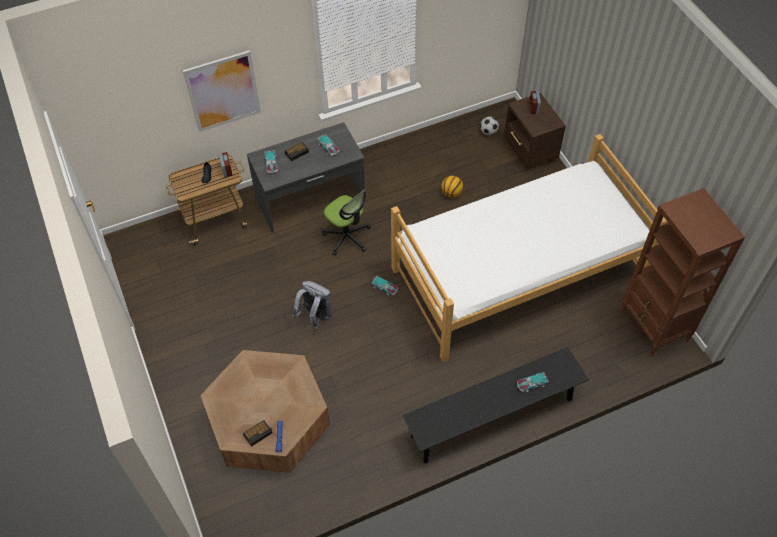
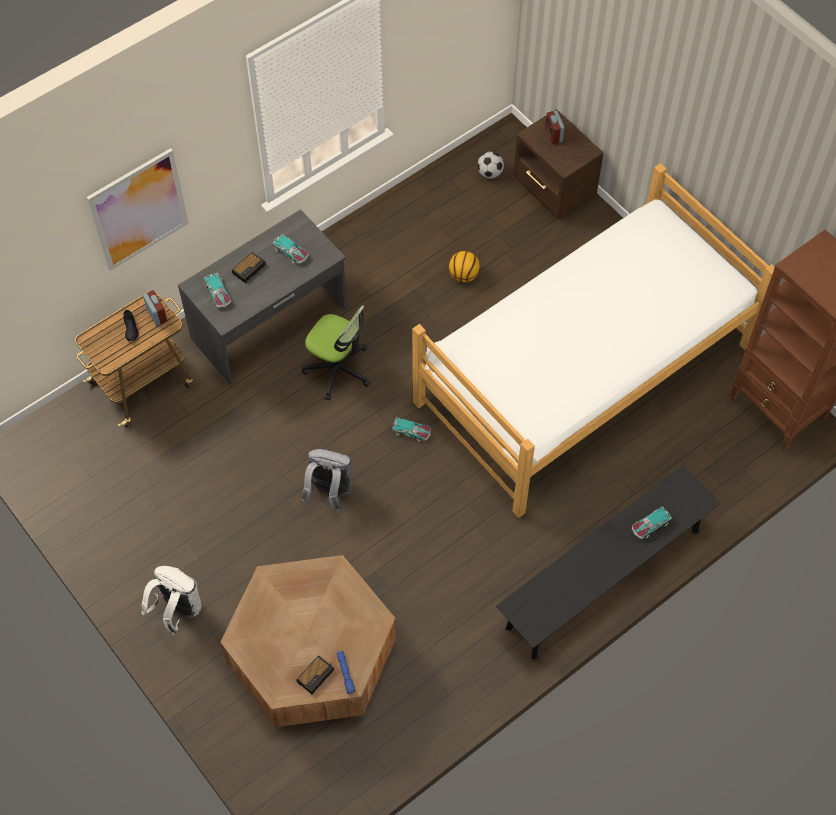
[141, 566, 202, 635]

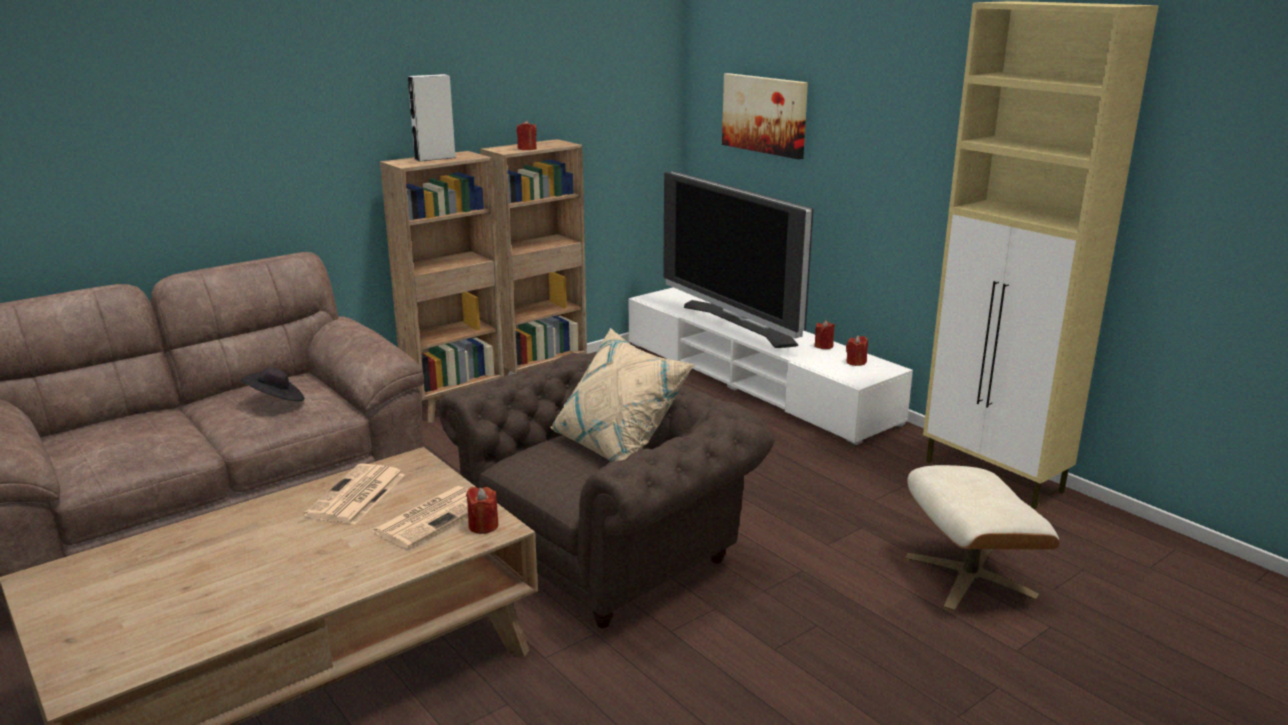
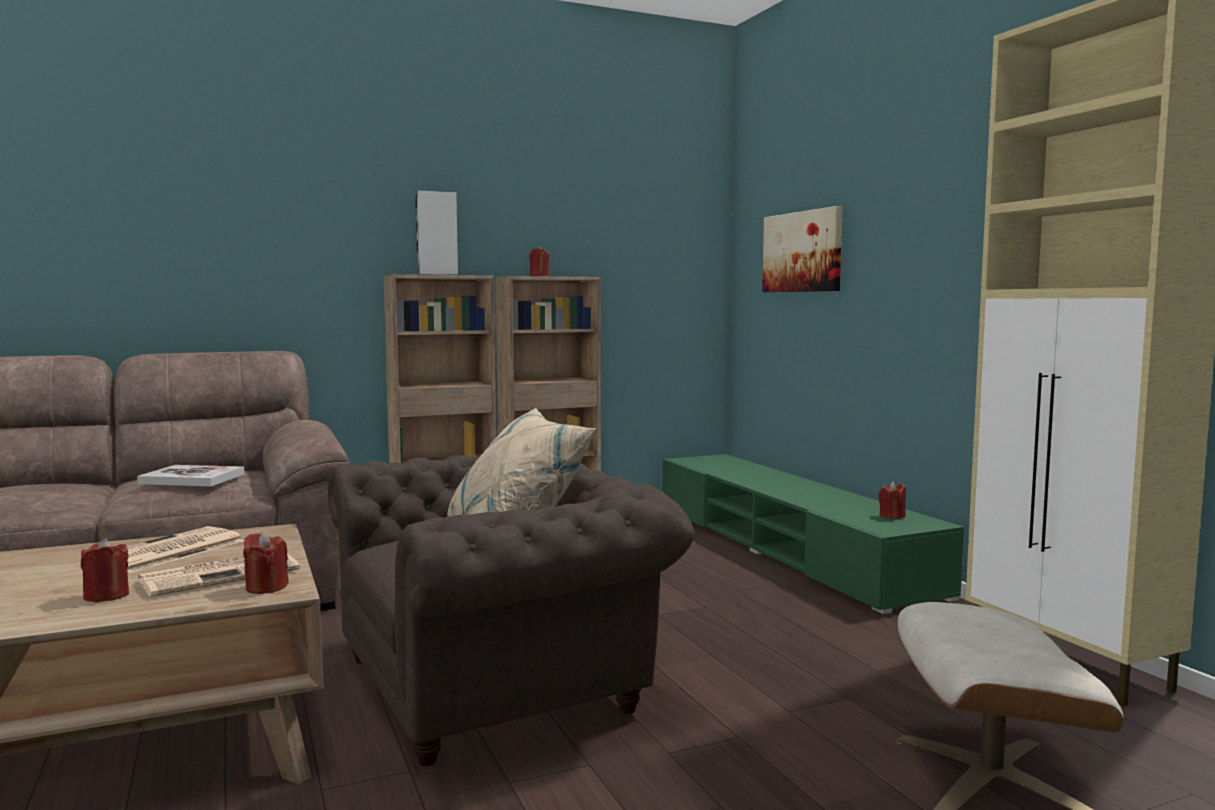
[663, 171, 814, 348] (first image)
[663, 454, 964, 614]
[81, 538, 129, 603]
[137, 465, 245, 486]

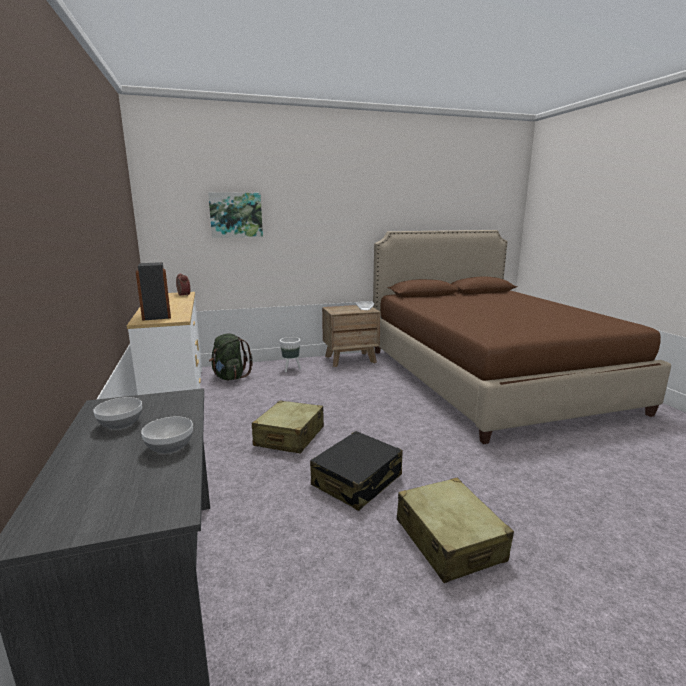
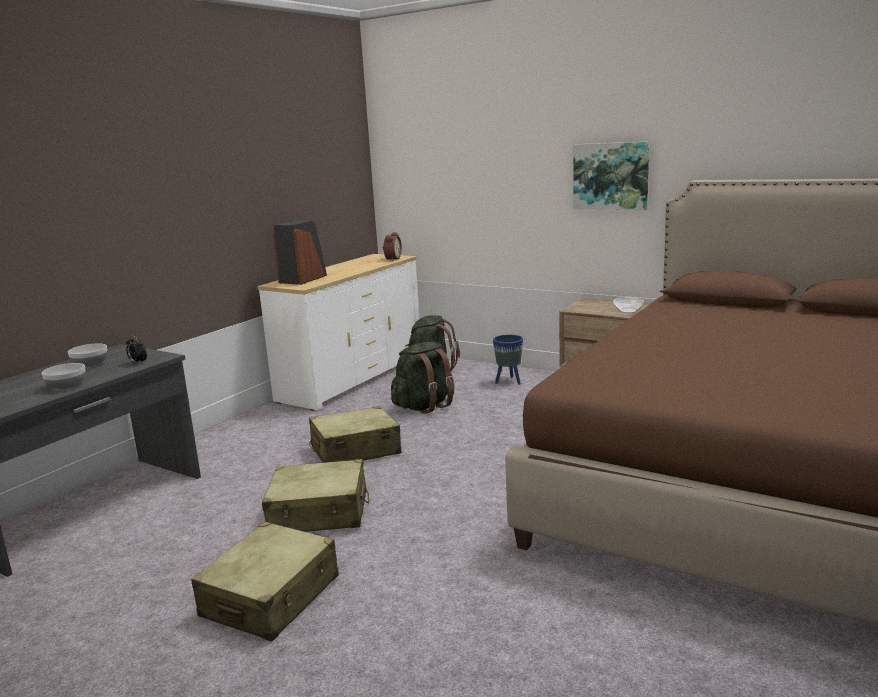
[573, 142, 649, 210]
[493, 335, 523, 385]
[262, 459, 369, 532]
[126, 335, 147, 363]
[391, 342, 454, 414]

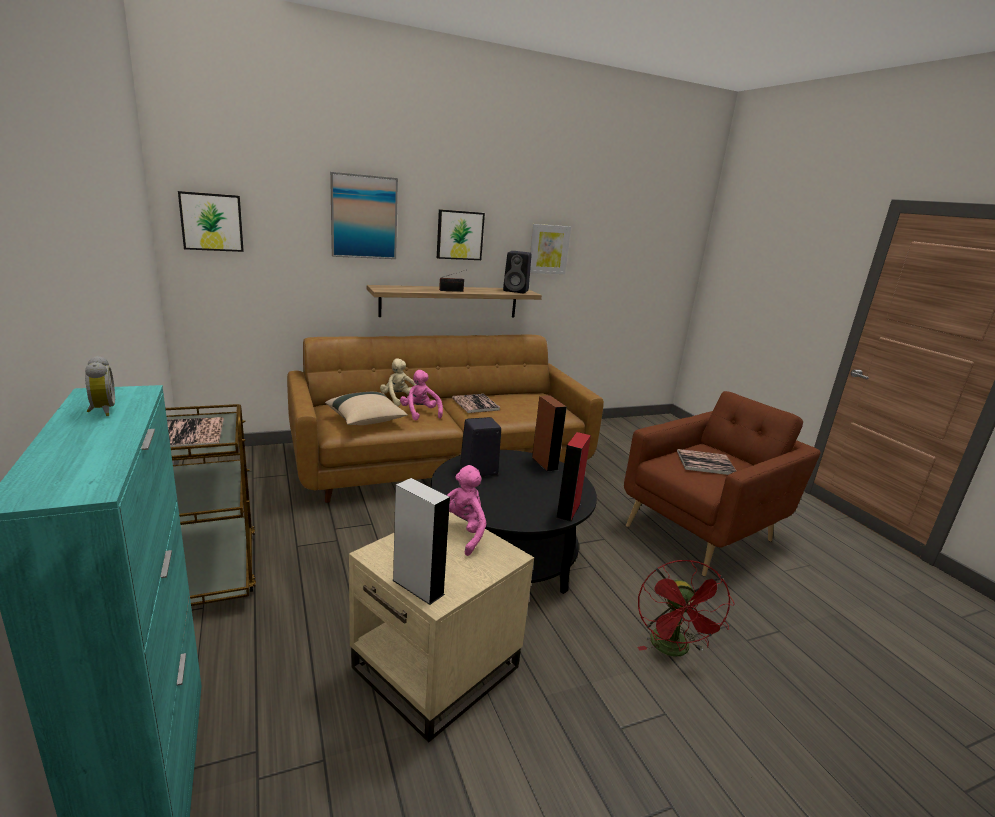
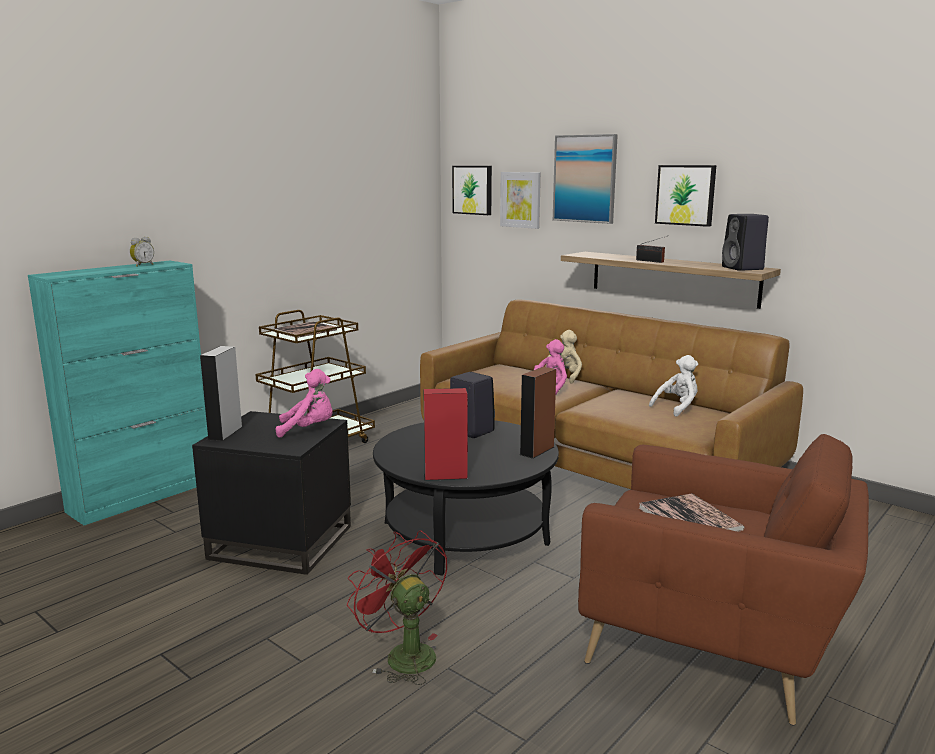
[500, 172, 541, 229]
[325, 392, 408, 425] (first image)
[452, 394, 500, 413] (first image)
[192, 411, 351, 575]
[347, 530, 447, 685]
[649, 355, 698, 417]

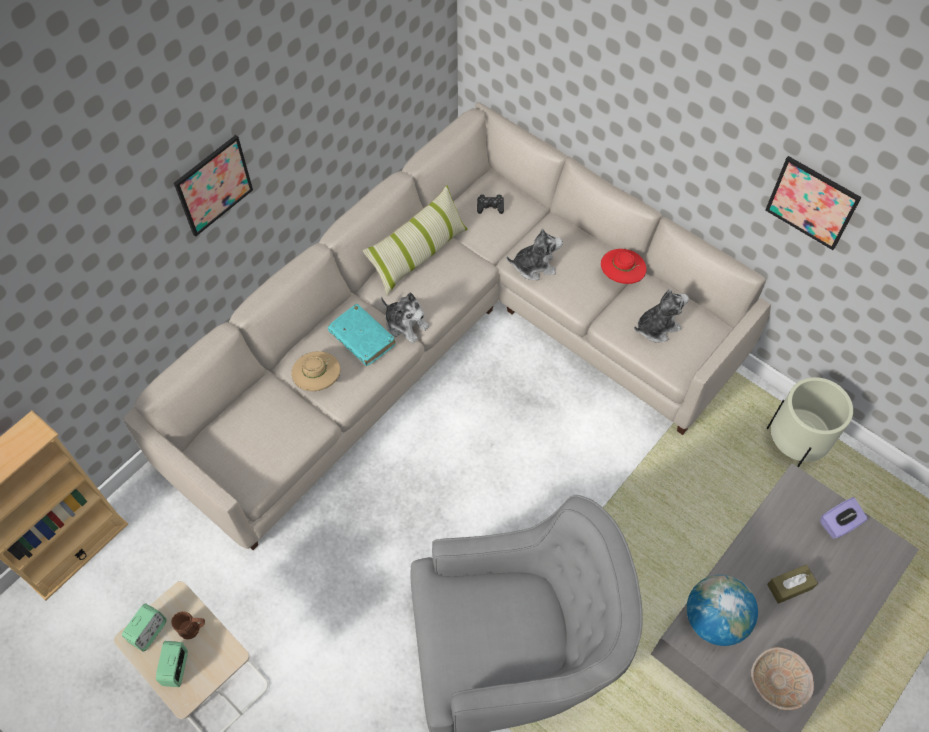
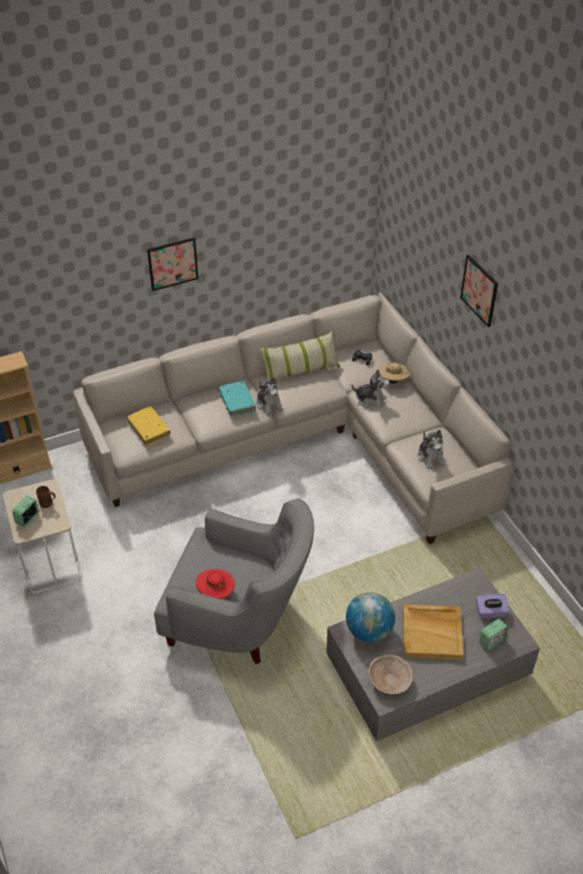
[460, 254, 498, 327]
[196, 569, 235, 599]
[417, 430, 445, 469]
[379, 362, 410, 383]
[766, 377, 853, 467] (first image)
[403, 604, 464, 660]
[479, 619, 508, 651]
[127, 407, 170, 446]

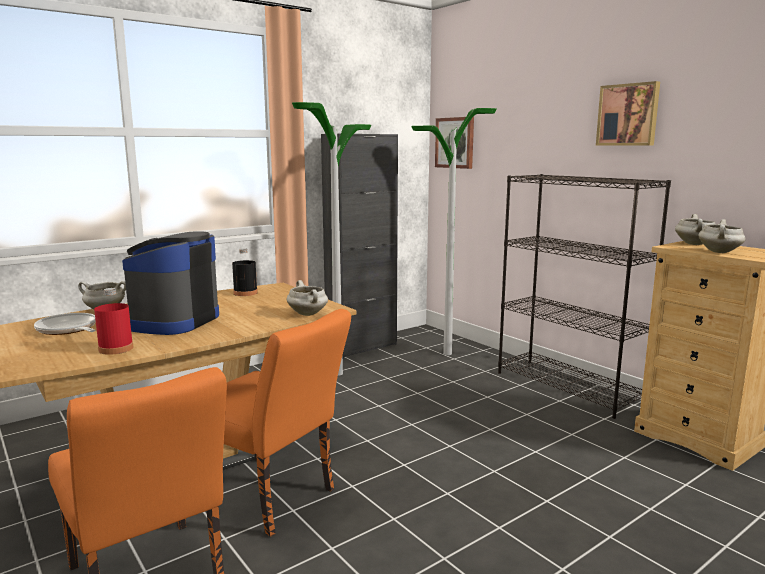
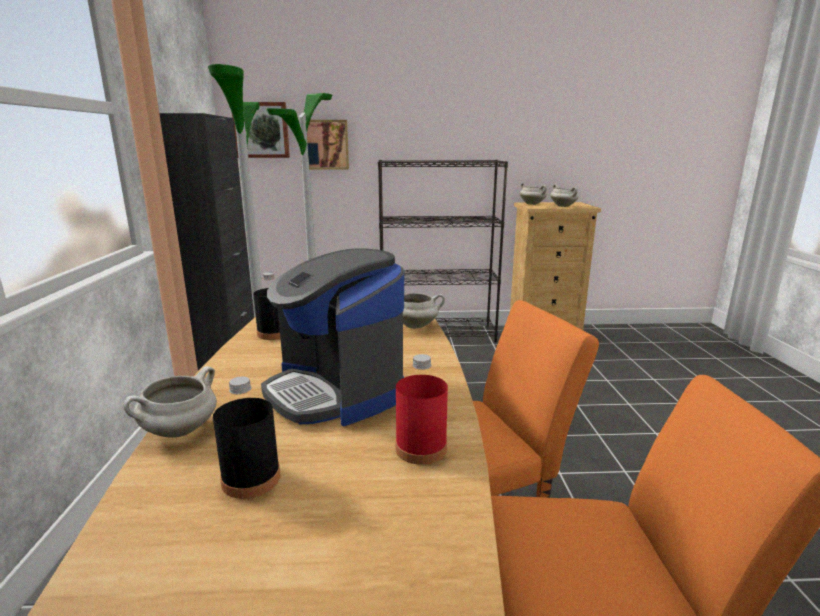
[301, 120, 349, 170]
[213, 377, 281, 499]

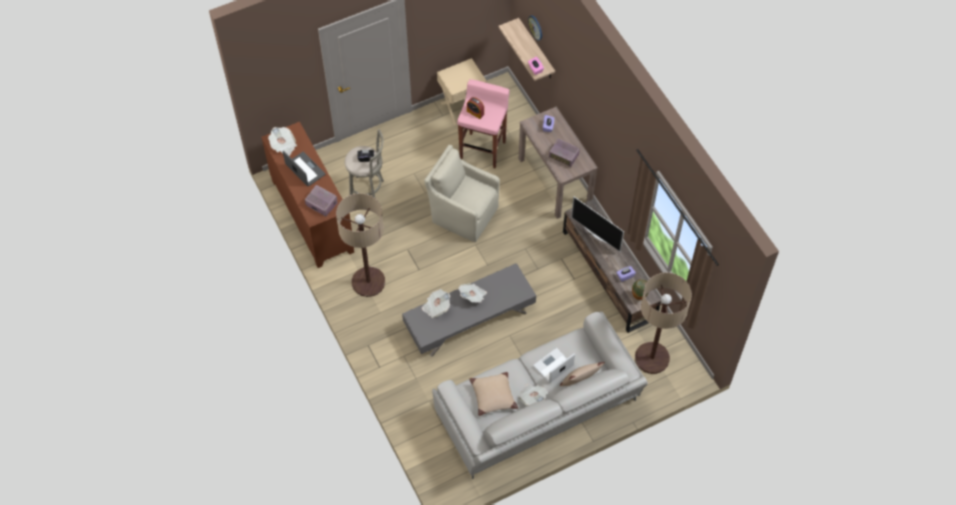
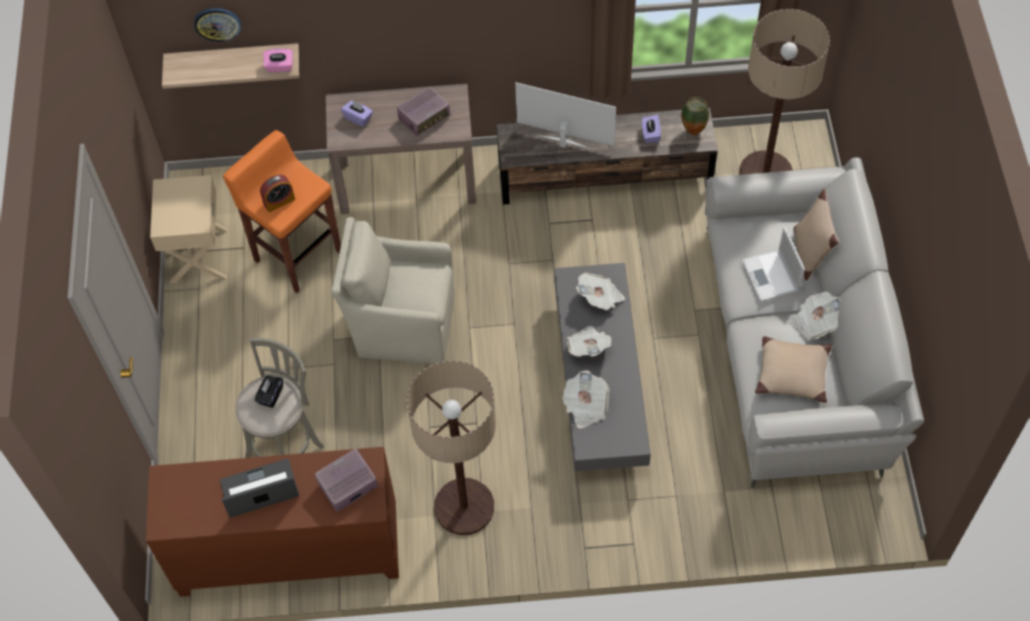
[223, 130, 341, 293]
[576, 273, 625, 310]
[331, 217, 455, 364]
[515, 82, 616, 149]

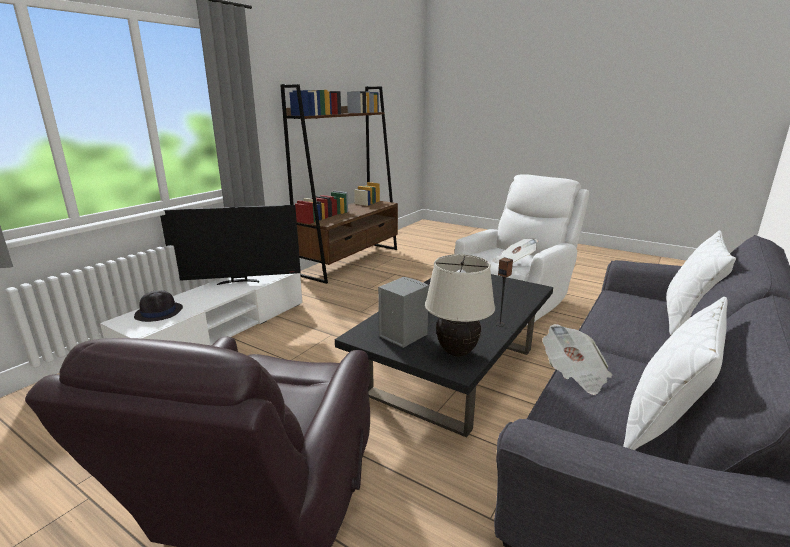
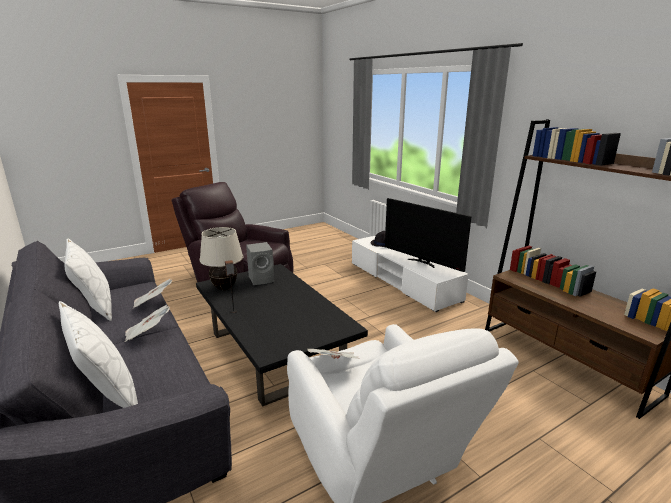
[385, 198, 472, 272]
[125, 305, 170, 342]

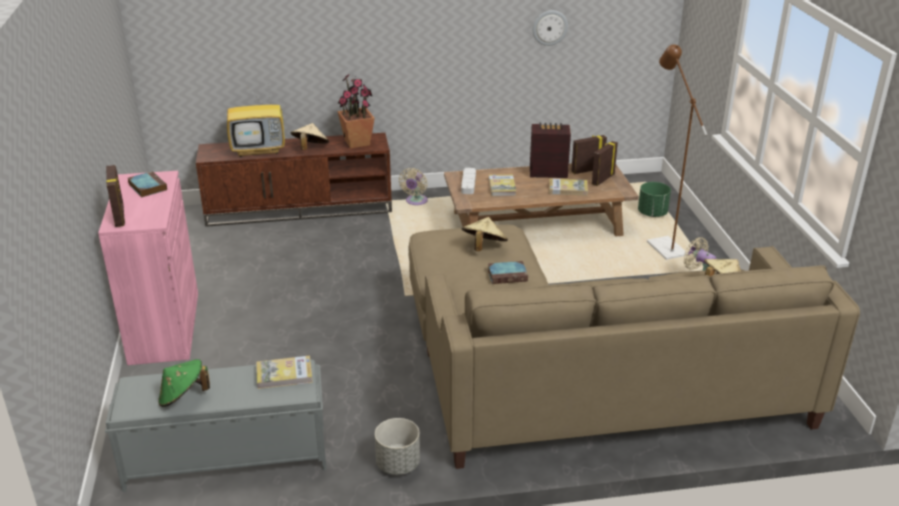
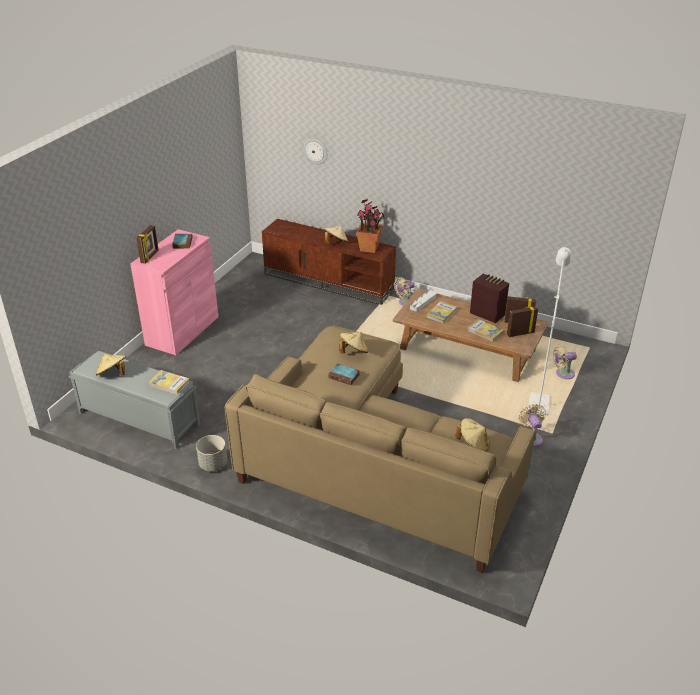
[303, 139, 327, 164]
[528, 247, 571, 416]
[227, 81, 285, 157] (first image)
[553, 345, 577, 379]
[96, 354, 126, 376]

